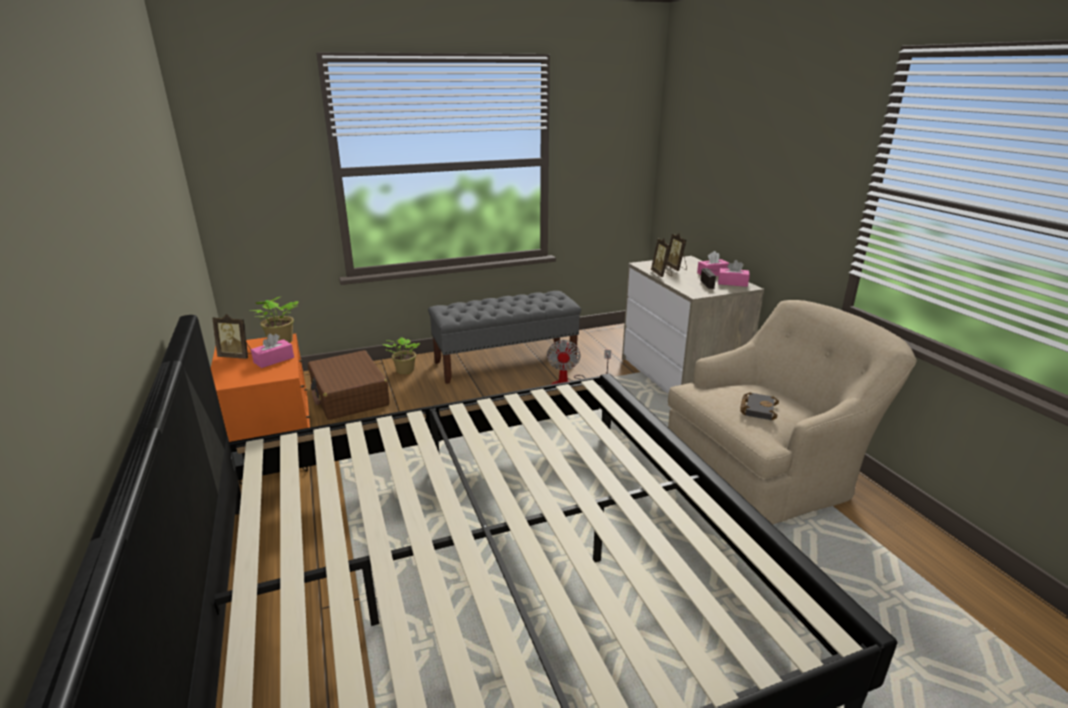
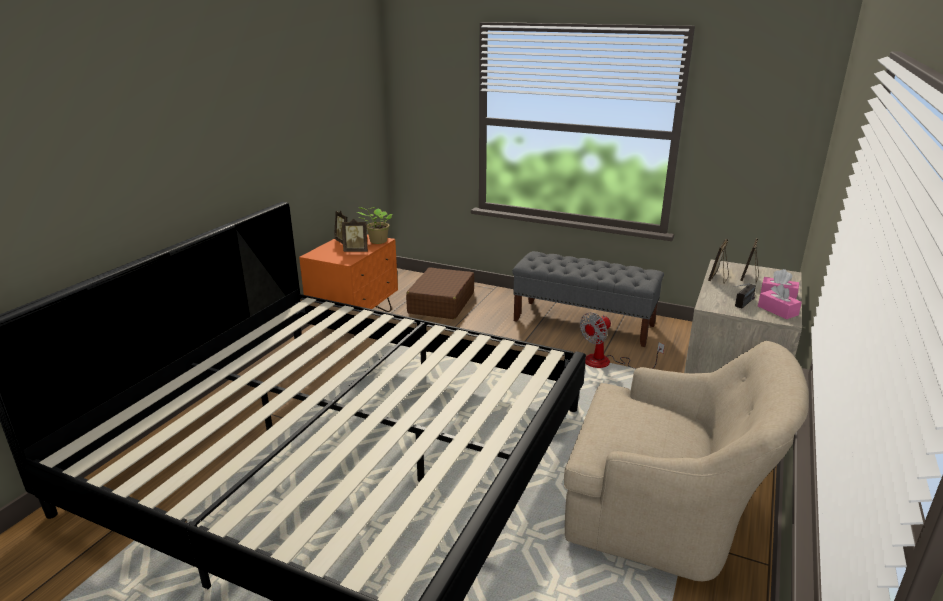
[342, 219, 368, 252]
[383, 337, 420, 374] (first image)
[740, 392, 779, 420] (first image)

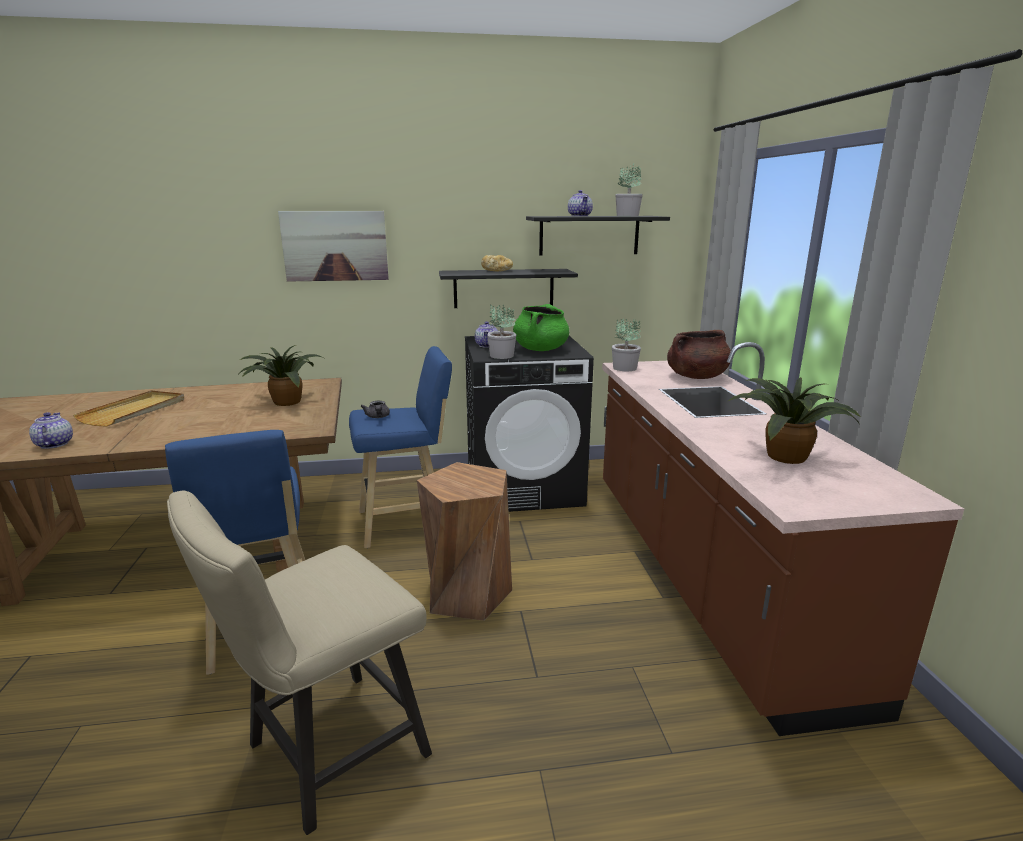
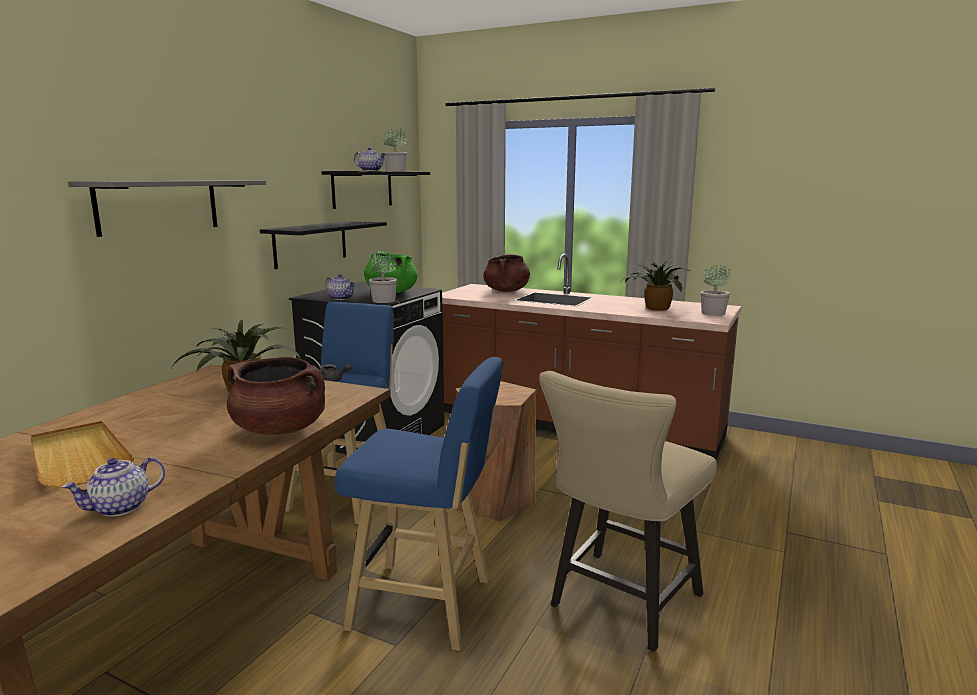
[68, 180, 266, 237]
[481, 255, 513, 271] (first image)
[701, 265, 731, 316]
[62, 457, 165, 517]
[539, 371, 717, 652]
[227, 357, 325, 435]

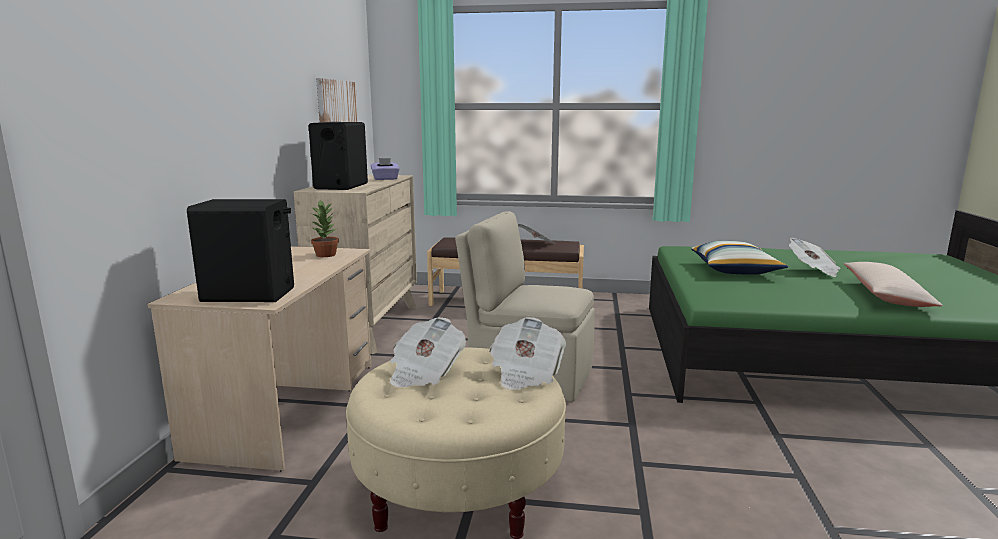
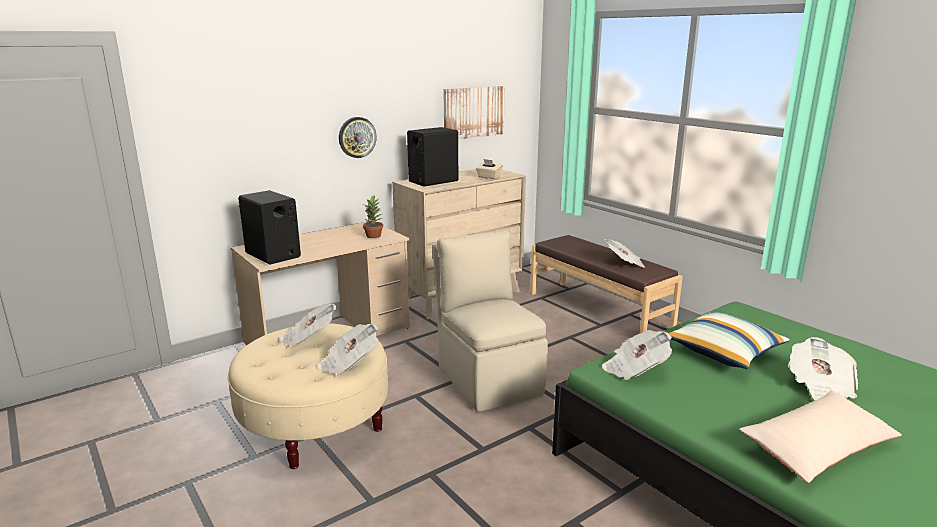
[476, 159, 503, 179]
[339, 117, 377, 158]
[602, 330, 672, 380]

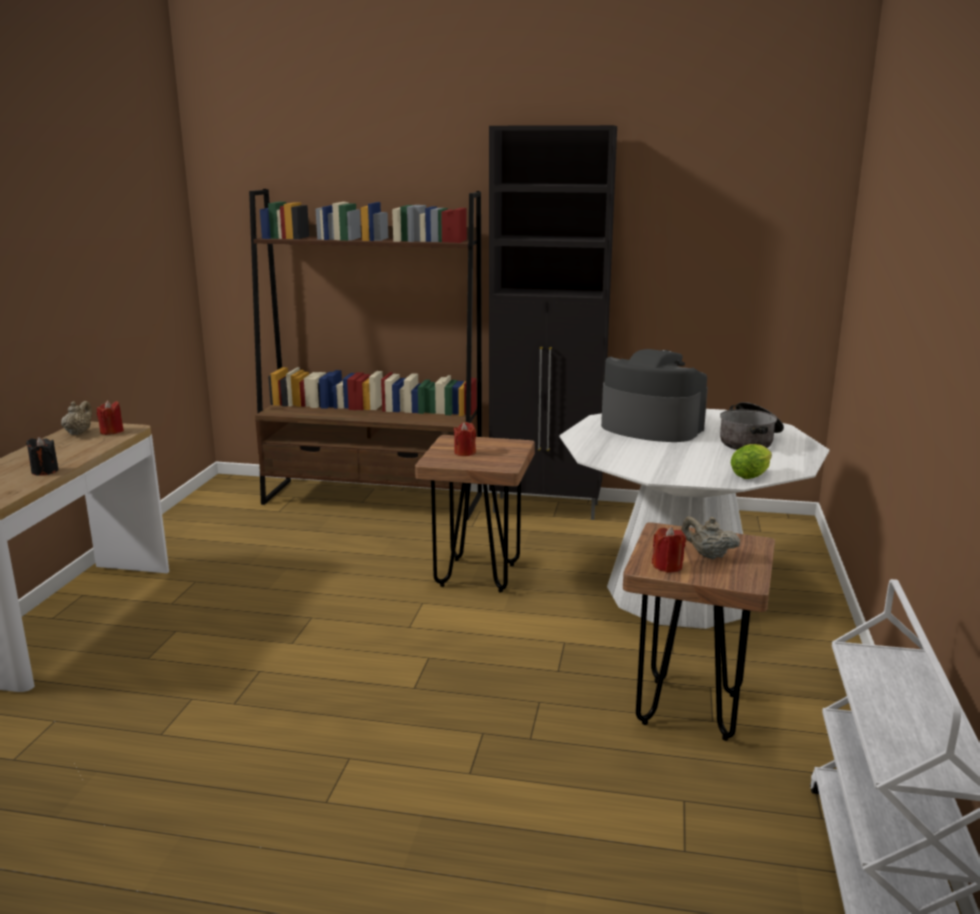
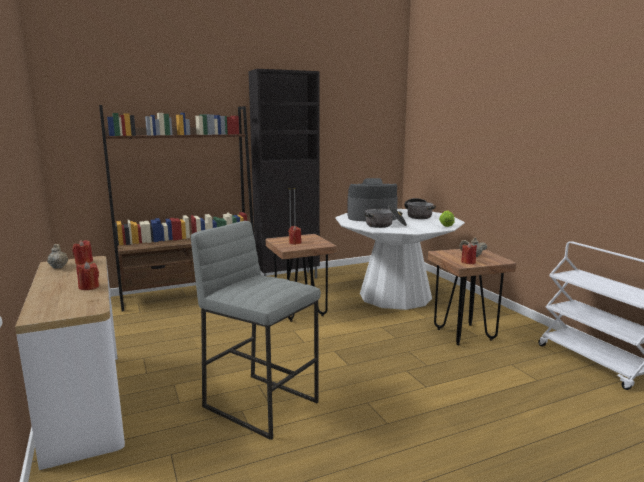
[76, 262, 99, 290]
[364, 206, 407, 228]
[191, 221, 321, 440]

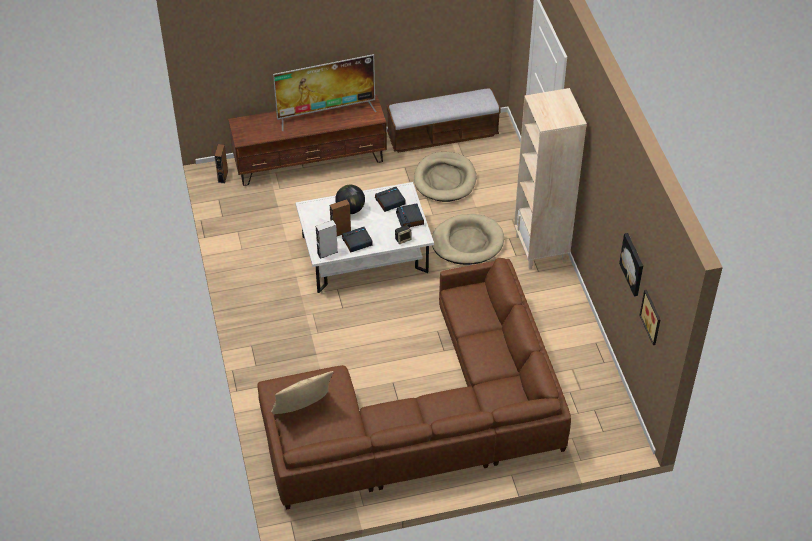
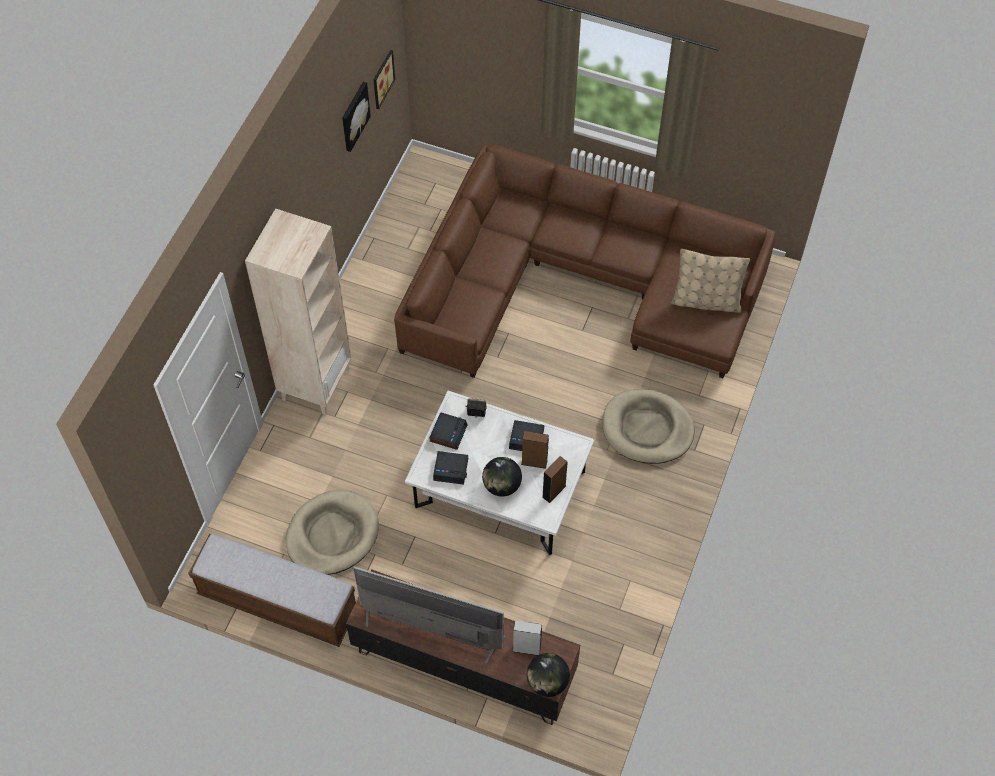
[542, 456, 568, 503]
[603, 389, 694, 464]
[512, 620, 542, 656]
[527, 653, 570, 697]

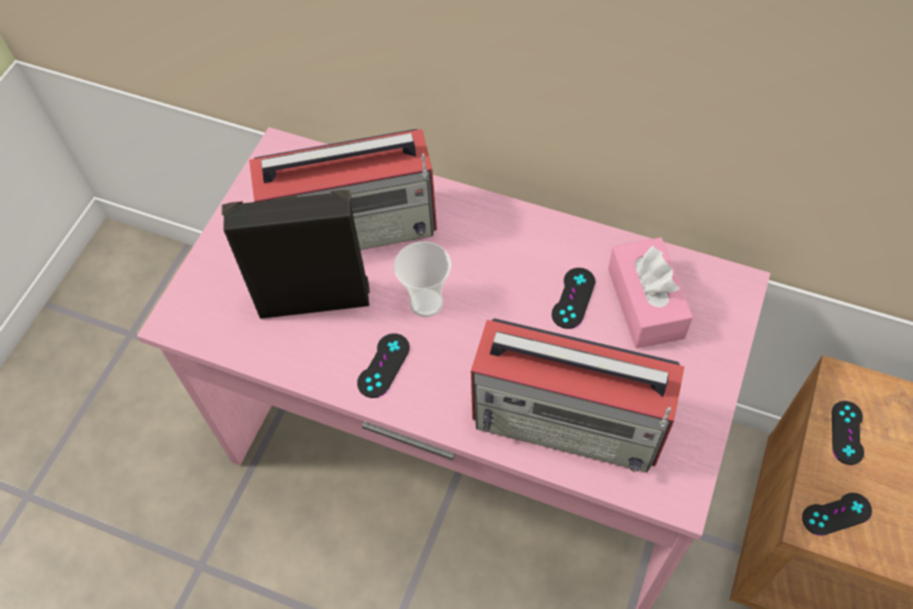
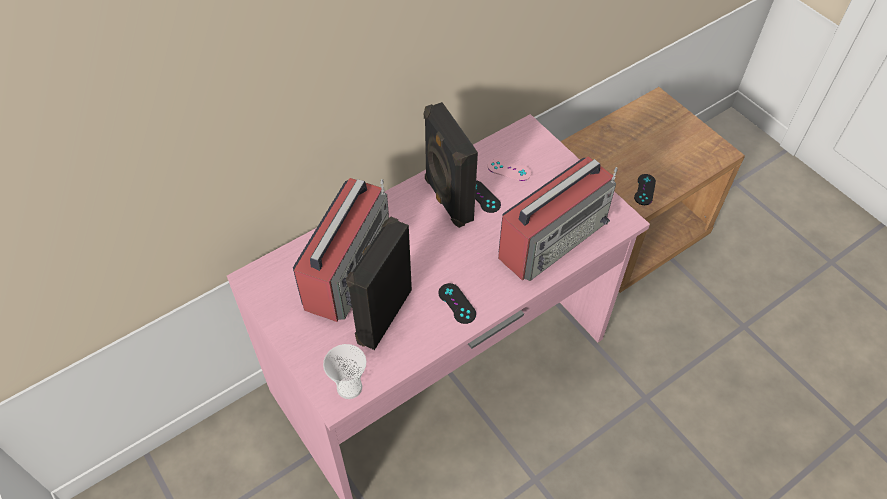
[487, 158, 532, 181]
[323, 344, 366, 399]
[832, 401, 864, 465] (first image)
[424, 102, 478, 228]

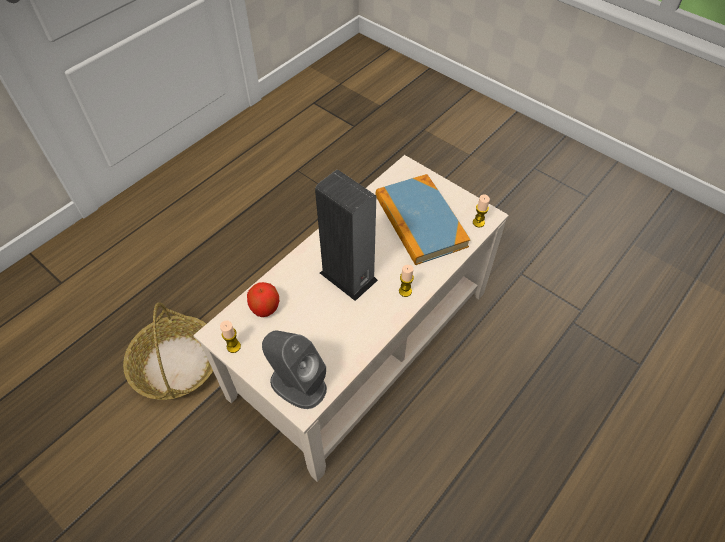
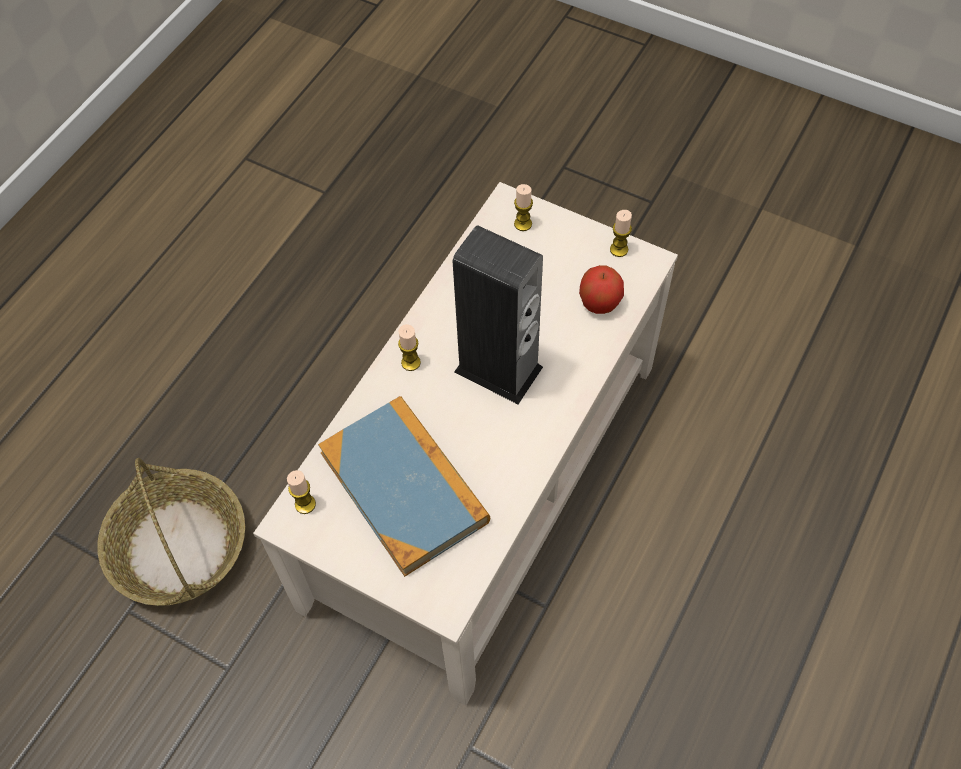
[97, 458, 245, 606]
[514, 184, 533, 231]

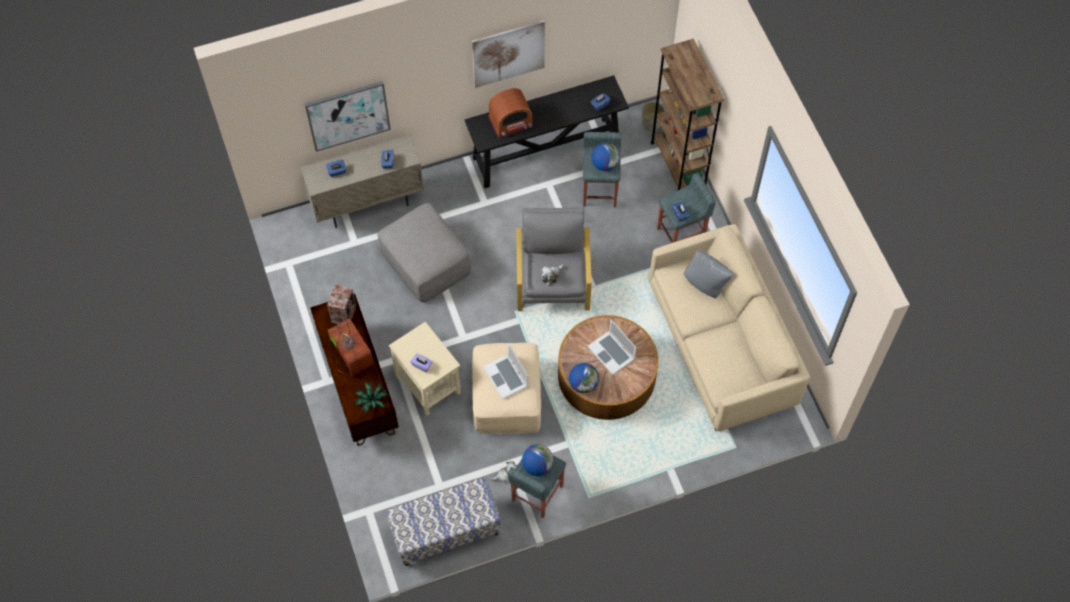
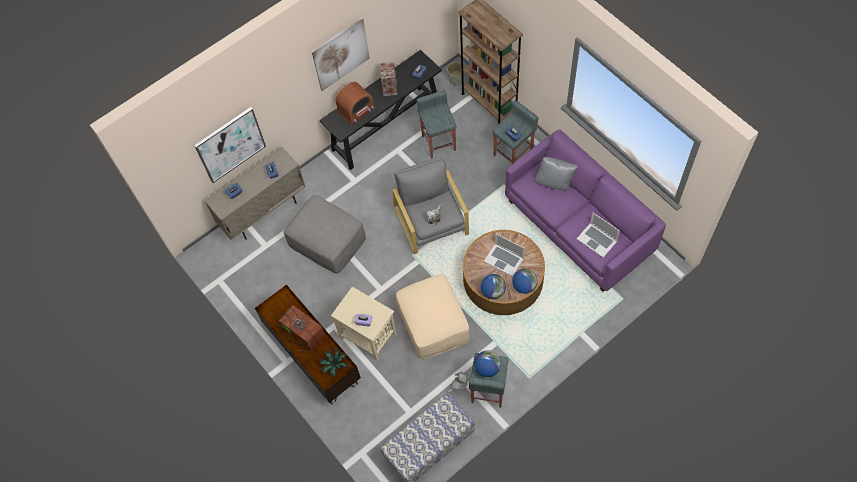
[512, 269, 538, 294]
[505, 129, 666, 291]
[380, 62, 397, 96]
[577, 213, 620, 258]

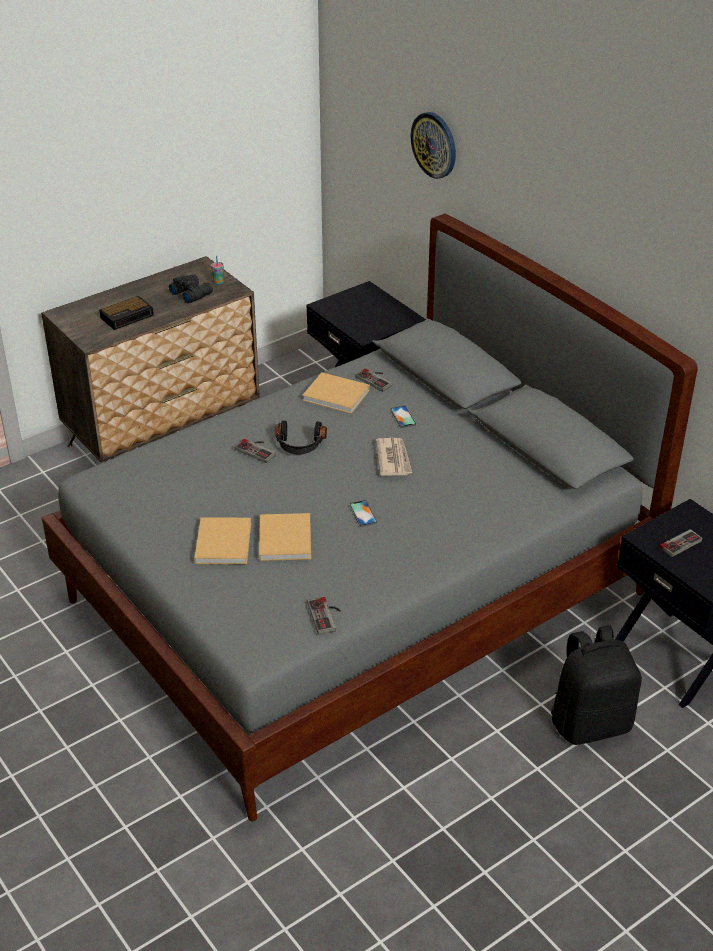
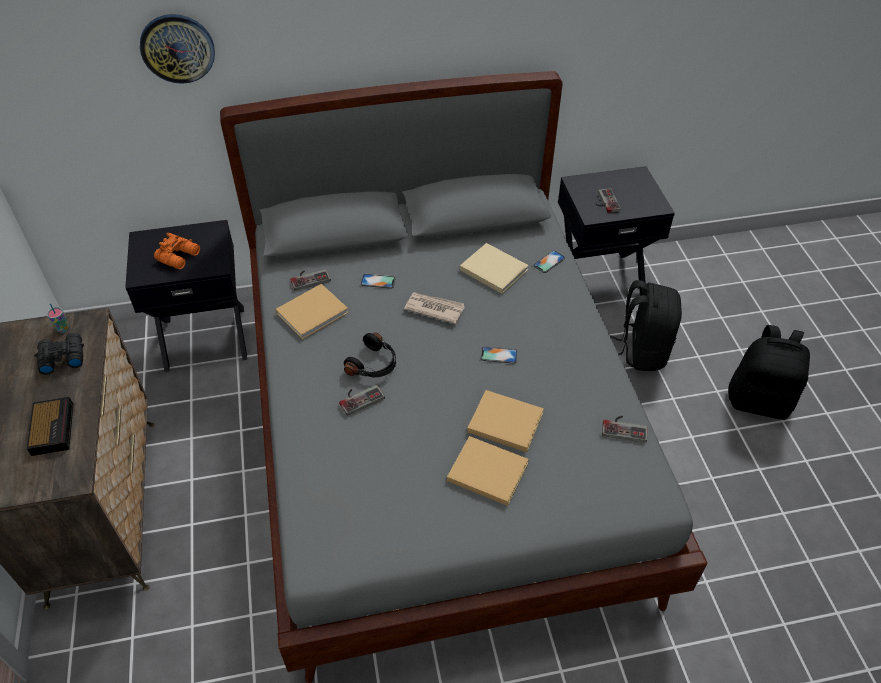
[154, 232, 200, 269]
[460, 243, 529, 294]
[533, 250, 565, 273]
[728, 325, 810, 420]

